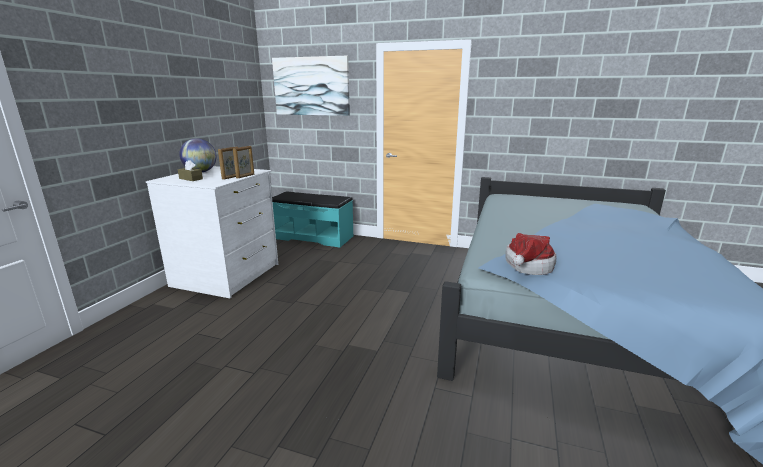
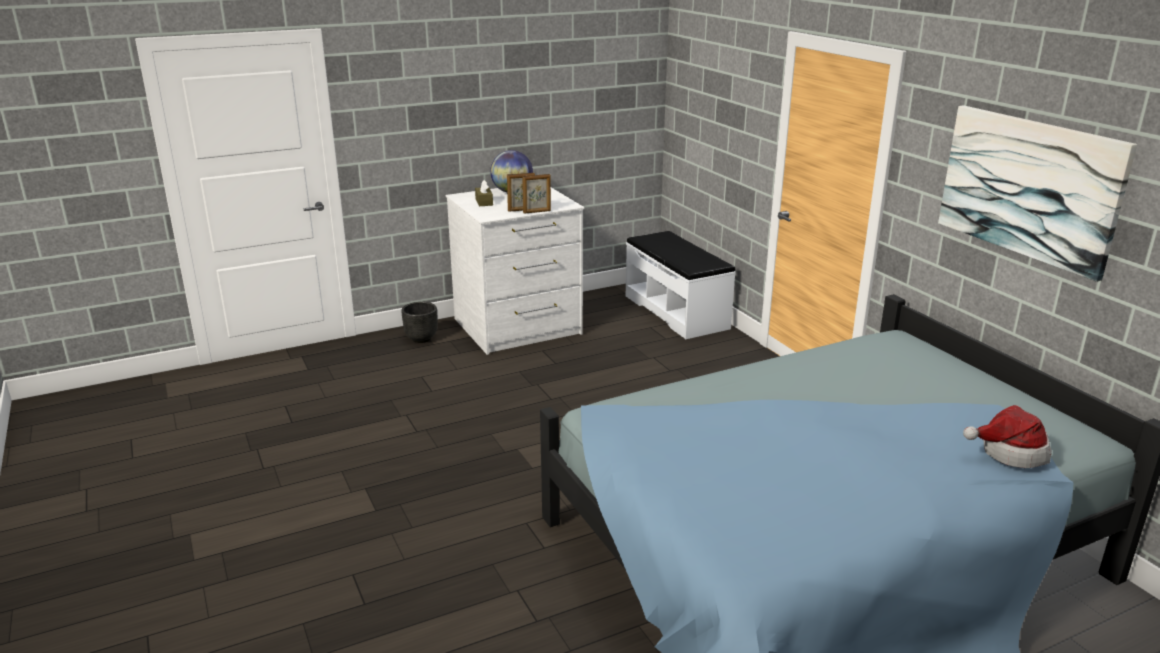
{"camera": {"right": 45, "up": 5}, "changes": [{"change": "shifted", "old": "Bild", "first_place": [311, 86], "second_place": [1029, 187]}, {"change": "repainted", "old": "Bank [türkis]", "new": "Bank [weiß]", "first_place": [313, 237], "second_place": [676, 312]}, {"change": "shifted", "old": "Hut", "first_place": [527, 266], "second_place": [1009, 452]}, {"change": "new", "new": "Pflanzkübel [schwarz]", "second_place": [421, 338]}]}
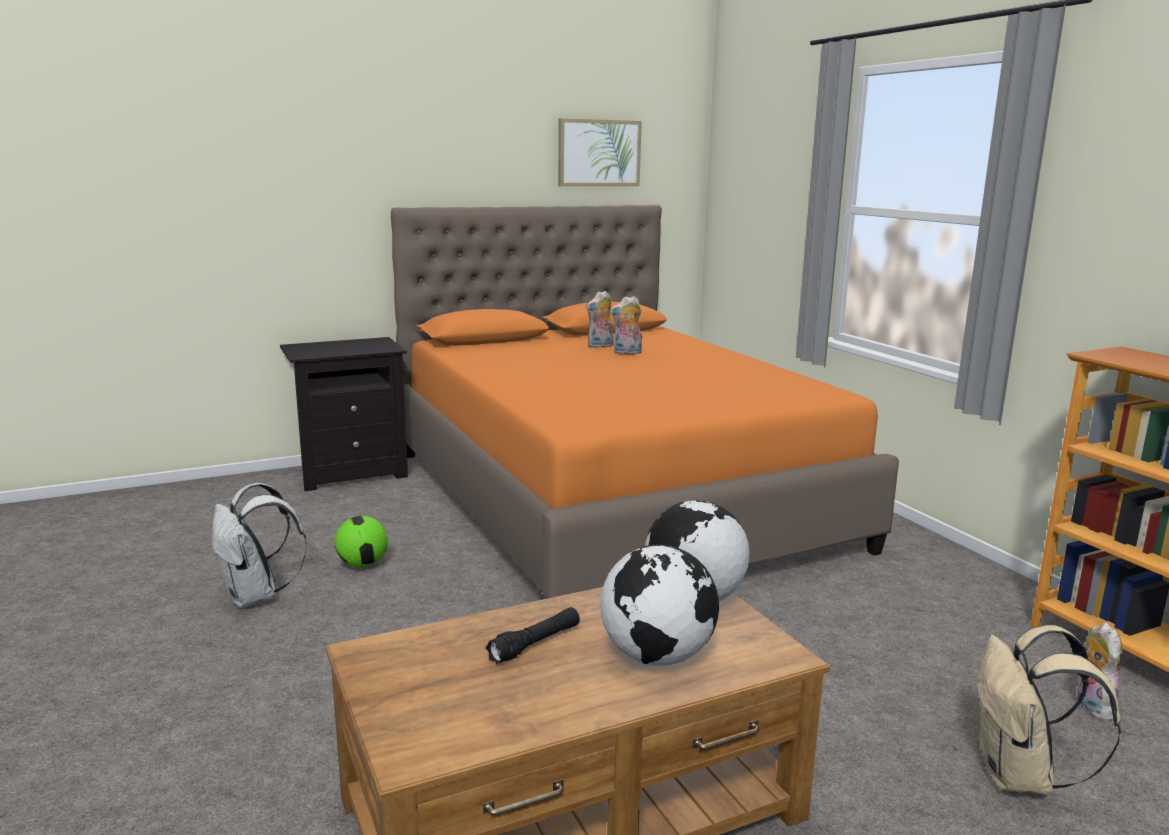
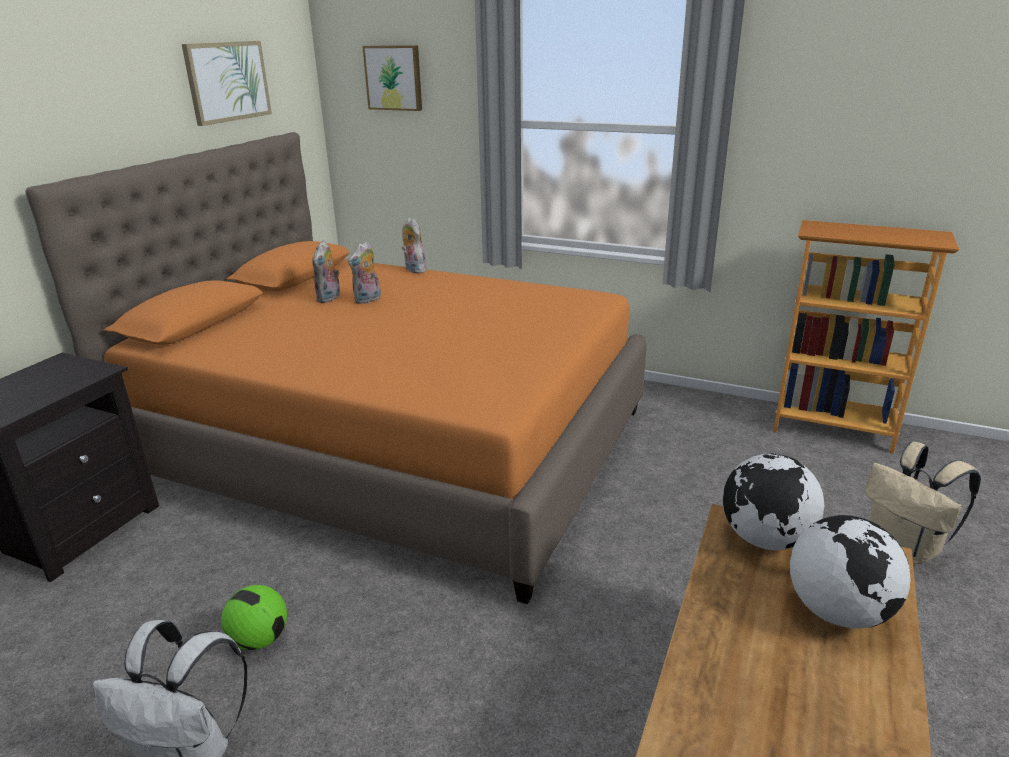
{"camera": {"right": -40, "up": 10}, "changes": [{"change": "gone", "old": "Taschenlampe [schwarz]", "first_place": [535, 644]}, {"change": "shifted", "old": "Plüschtier", "first_place": [1090, 705], "second_place": [413, 270]}, {"change": "new", "new": "Bild", "second_place": [394, 78]}]}
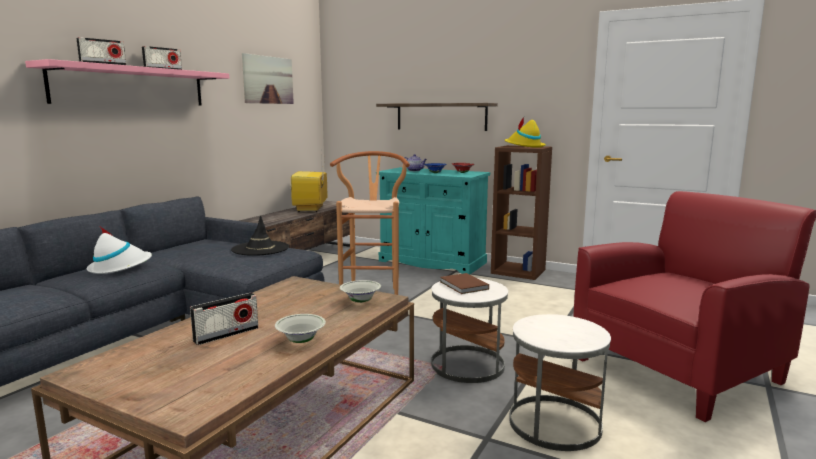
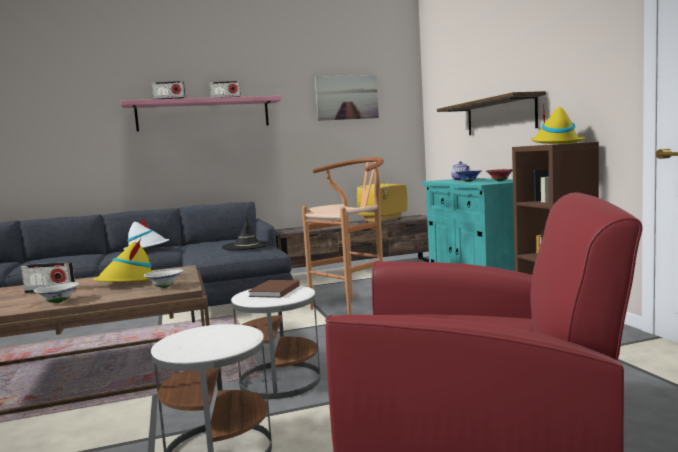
{"camera": {"right": 45, "up": -5}, "changes": [{"change": "new", "new": "Hut [gelb]", "second_place": [128, 283]}]}
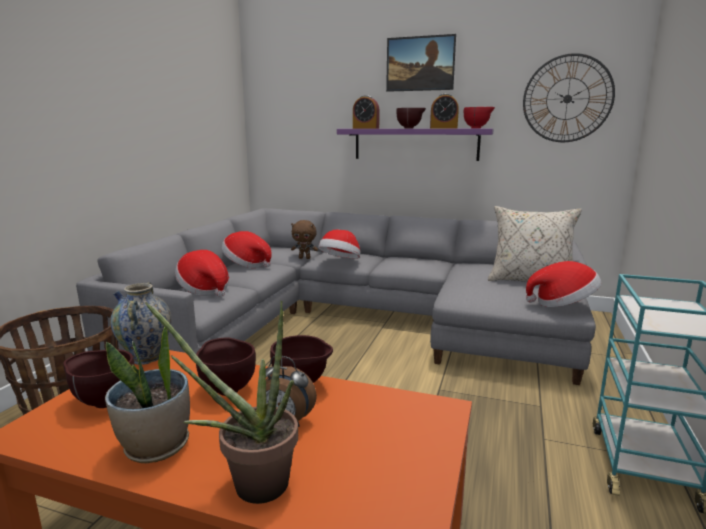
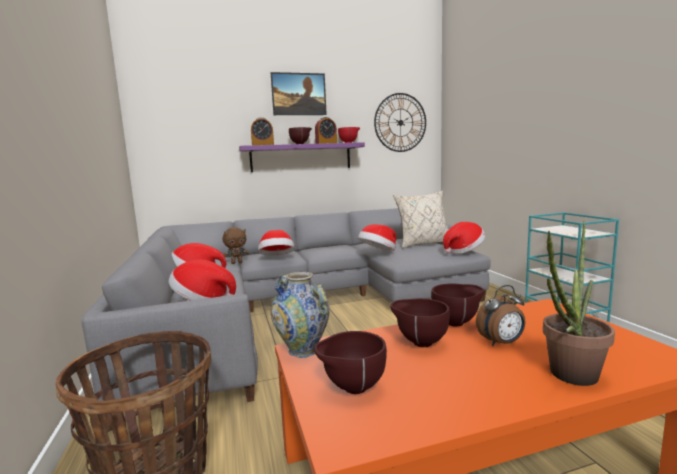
{"camera": {"right": -35, "up": -5}, "changes": [{"change": "gone", "old": "Topfpflanze", "first_place": [156, 447]}, {"change": "new", "new": "Hut", "second_place": [378, 252]}]}
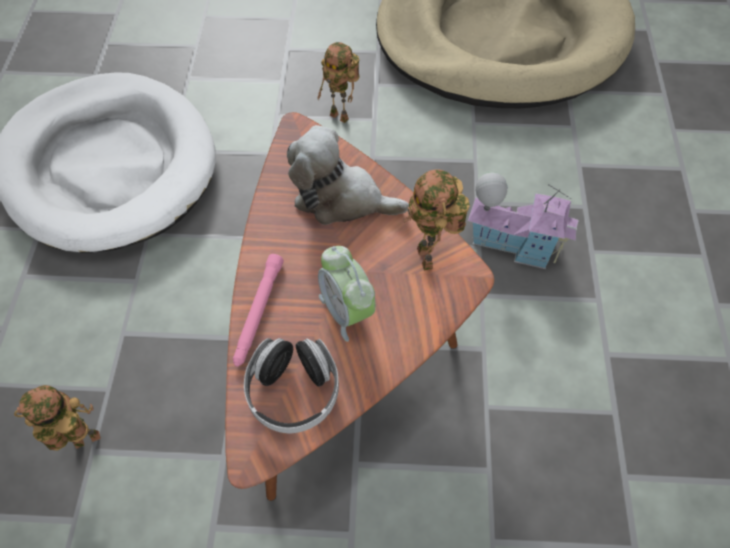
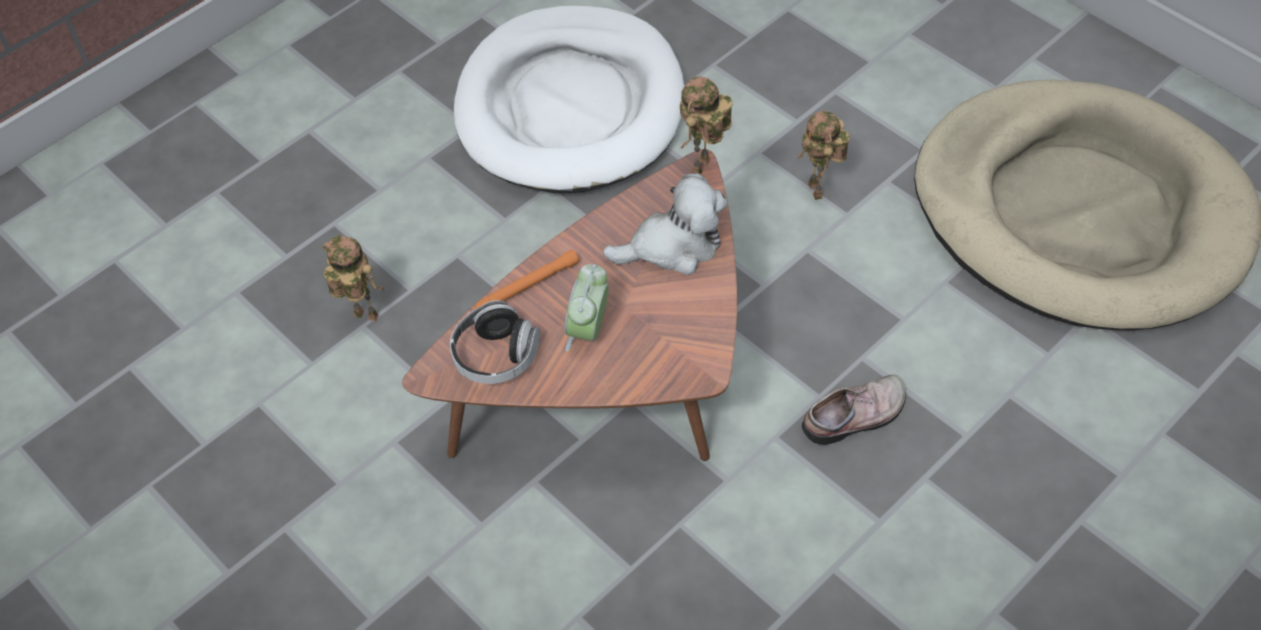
{"camera": {"right": 45, "up": -5}, "changes": [{"change": "repainted", "old": "Taschenlampe [rosa]", "new": "Taschenlampe [orange]", "first_place": [258, 313], "second_place": [526, 287]}, {"change": "rotated", "old": "Plüschtier", "first_place": [341, 198], "second_place": [673, 246], "degrees": 105}, {"change": "shifted", "old": "Spielzeugroboter", "first_place": [429, 259], "second_place": [702, 170]}, {"change": "swapped", "old": "Spielzeughaus", "new": "Schuh", "first_place": [514, 243], "second_place": [856, 418]}]}
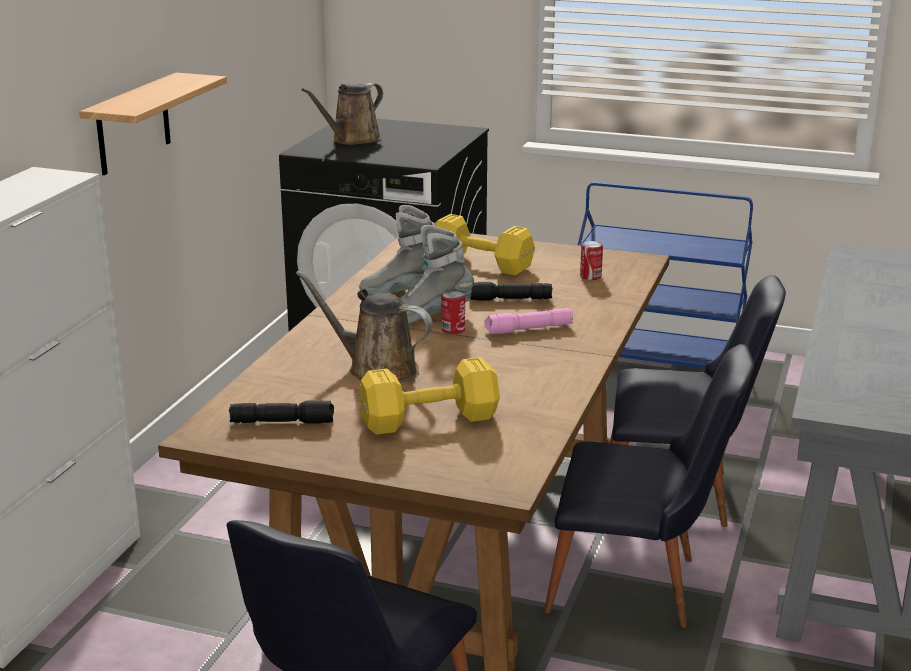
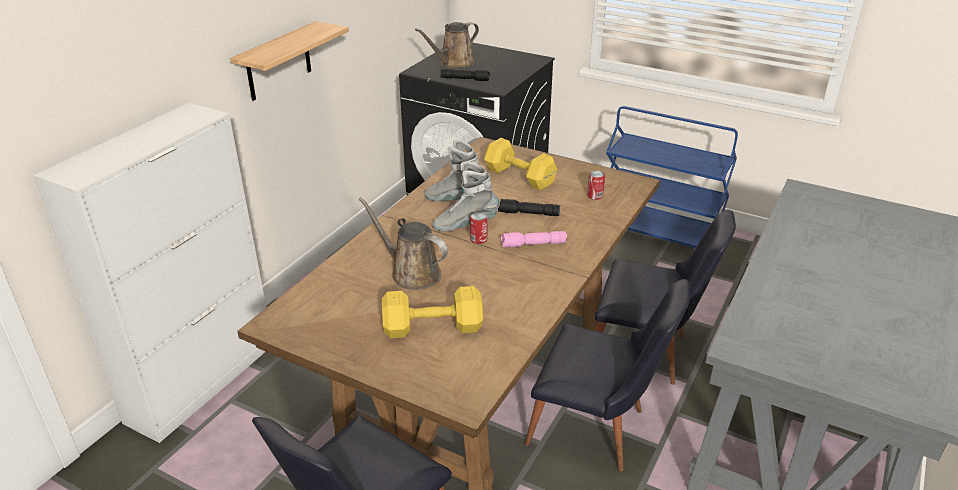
{"camera": {"right": 10, "up": 10}, "changes": [{"change": "shifted", "old": "Taschenlampe [schwarz]", "first_place": [283, 422], "second_place": [465, 79]}]}
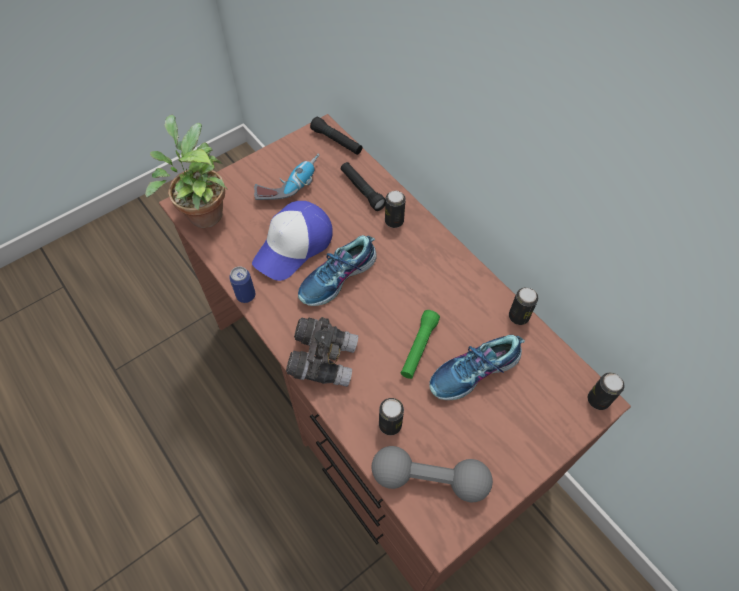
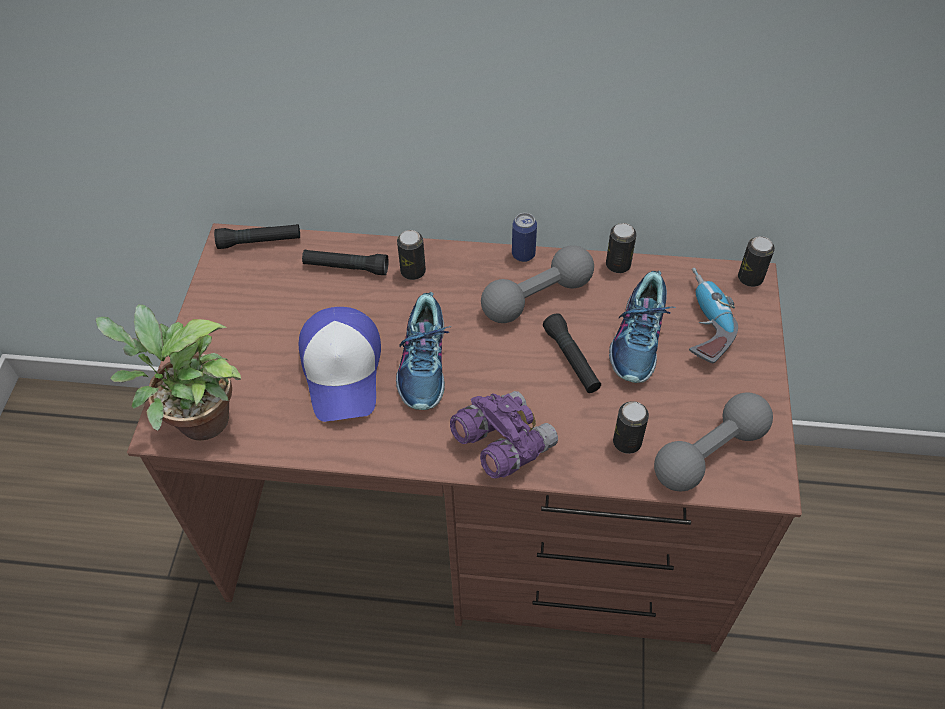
{"camera": {"right": -45, "up": -5}, "changes": [{"change": "shifted", "old": "Dose", "first_place": [246, 295], "second_place": [523, 254]}, {"change": "shifted", "old": "Bohrmaschine", "first_place": [290, 184], "second_place": [702, 323]}, {"change": "repainted", "old": "Fernglas [grau]", "new": "Fernglas [lila]", "first_place": [323, 359], "second_place": [502, 444]}, {"change": "repainted", "old": "Taschenlampe [grün]", "new": "Taschenlampe [schwarz]", "first_place": [419, 348], "second_place": [571, 360]}, {"change": "new", "new": "Hantel [grau]", "second_place": [537, 297]}]}
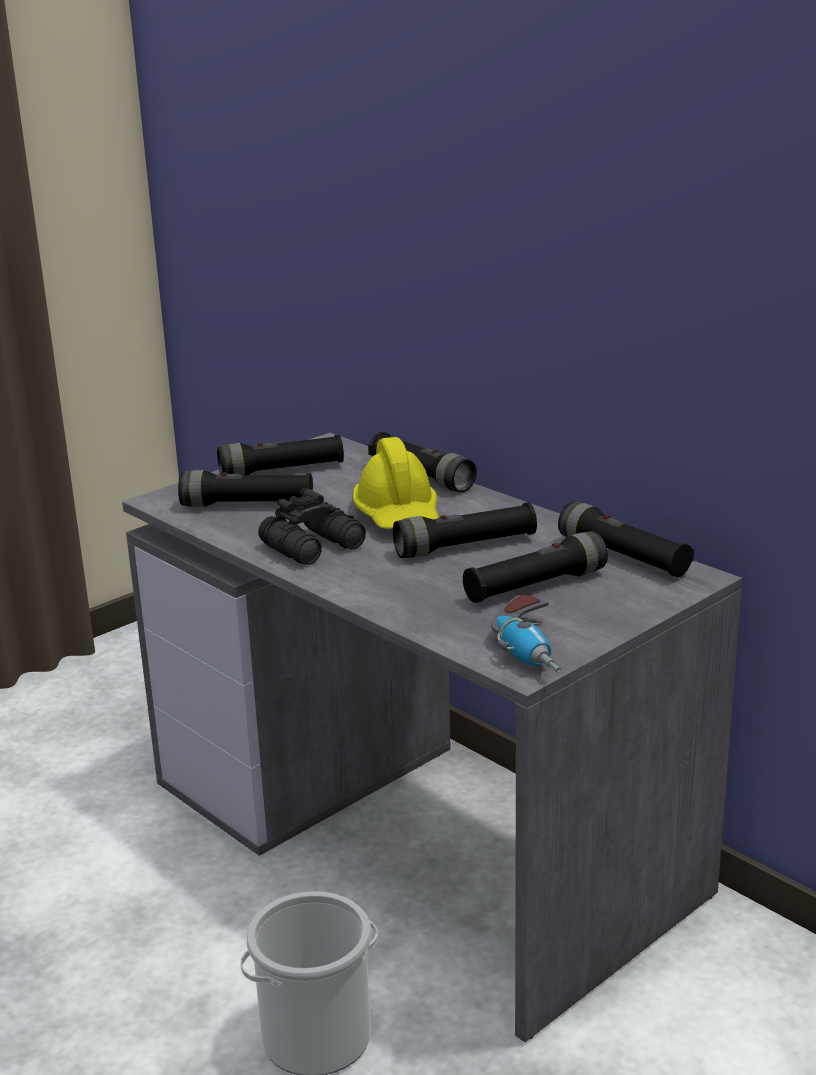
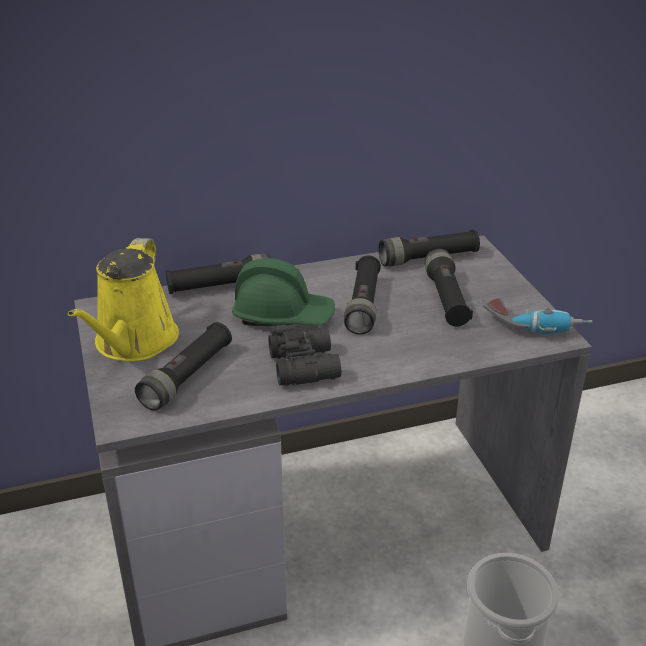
{"camera": {"right": -65, "up": 10}, "changes": [{"change": "swapped", "old": "Taschenlampe [schwarz]", "new": "Gießkanne [gelb]", "first_place": [281, 471], "second_place": [133, 343]}, {"change": "repainted", "old": "Schutzhelm [gelb]", "new": "Schutzhelm [grün]", "first_place": [398, 515], "second_place": [283, 315]}]}
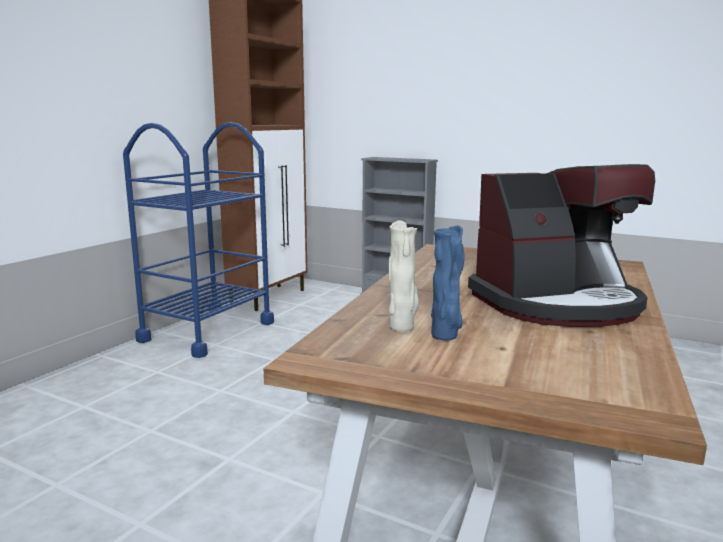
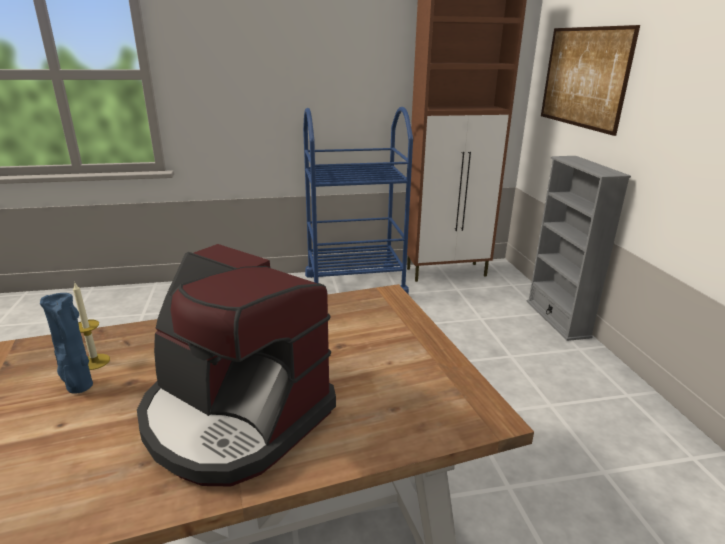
{"camera": {"right": 50, "up": 10}, "changes": [{"change": "swapped", "old": "Vase [beige]", "new": "Kerze", "first_place": [402, 328], "second_place": [95, 362]}, {"change": "new", "new": "Bild", "second_place": [583, 77]}]}
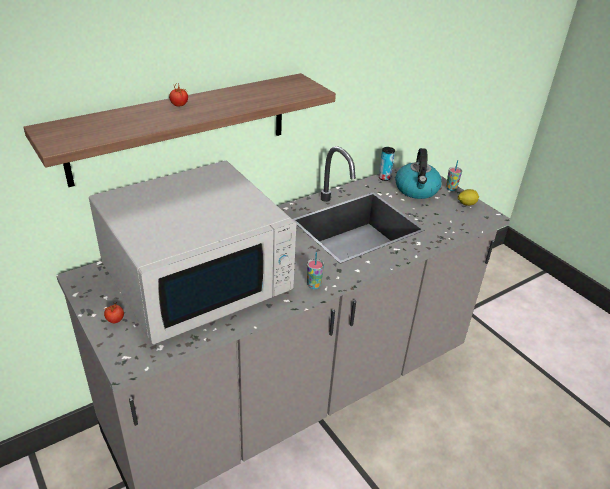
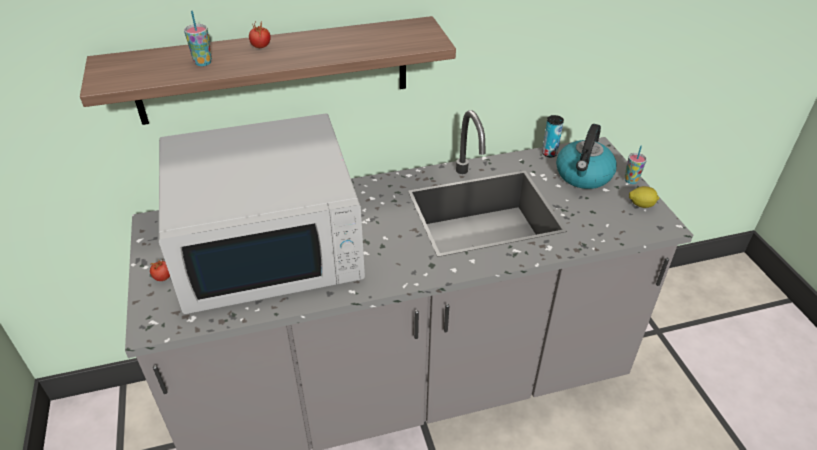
{"camera": {"right": 20, "up": 5}, "changes": [{"change": "shifted", "old": "Tasse", "first_place": [314, 285], "second_place": [203, 62]}]}
